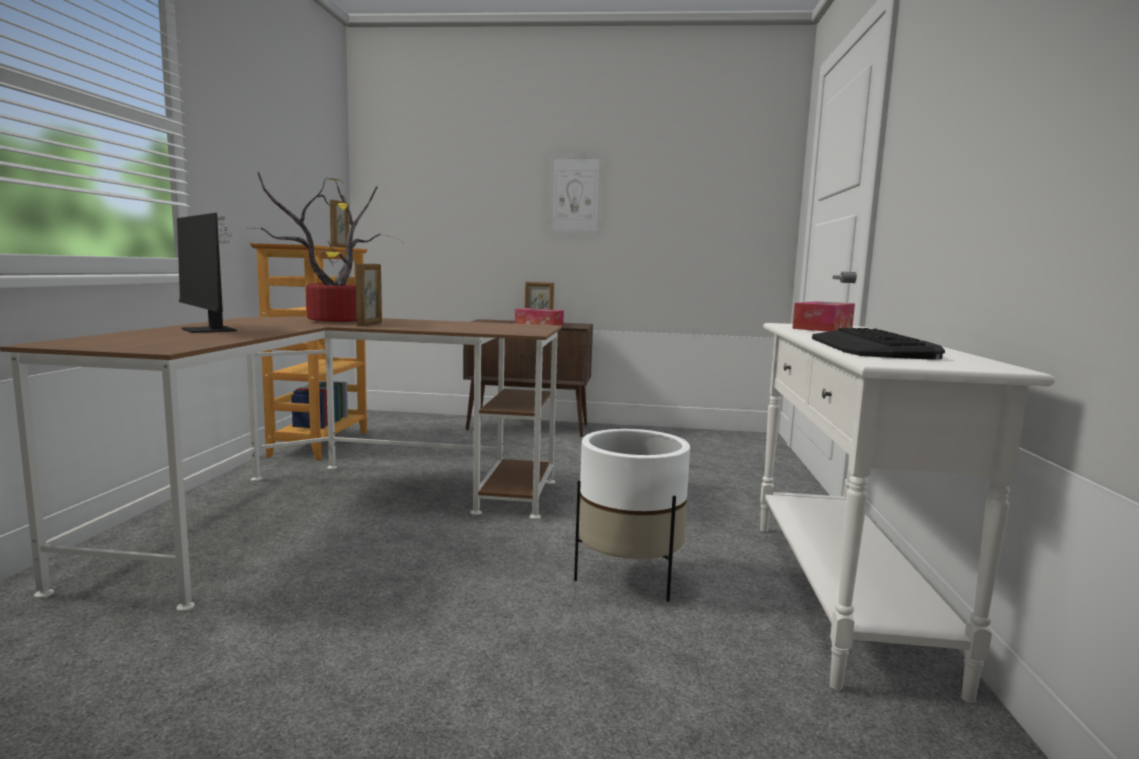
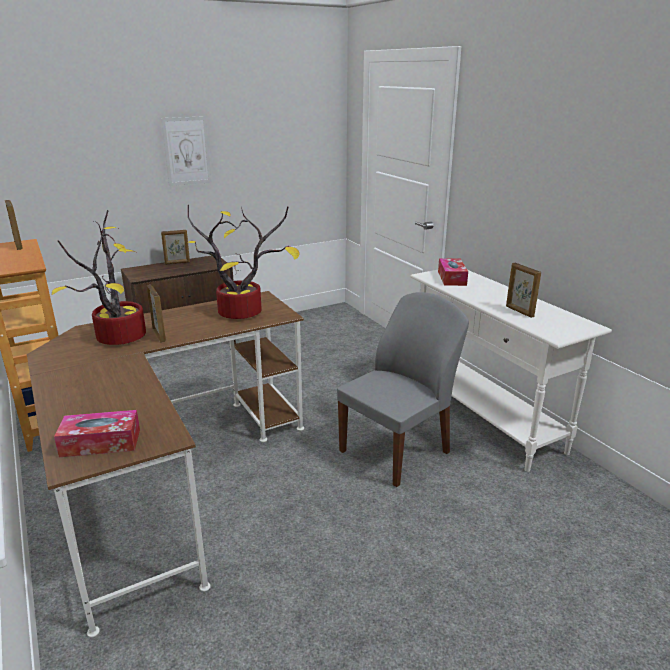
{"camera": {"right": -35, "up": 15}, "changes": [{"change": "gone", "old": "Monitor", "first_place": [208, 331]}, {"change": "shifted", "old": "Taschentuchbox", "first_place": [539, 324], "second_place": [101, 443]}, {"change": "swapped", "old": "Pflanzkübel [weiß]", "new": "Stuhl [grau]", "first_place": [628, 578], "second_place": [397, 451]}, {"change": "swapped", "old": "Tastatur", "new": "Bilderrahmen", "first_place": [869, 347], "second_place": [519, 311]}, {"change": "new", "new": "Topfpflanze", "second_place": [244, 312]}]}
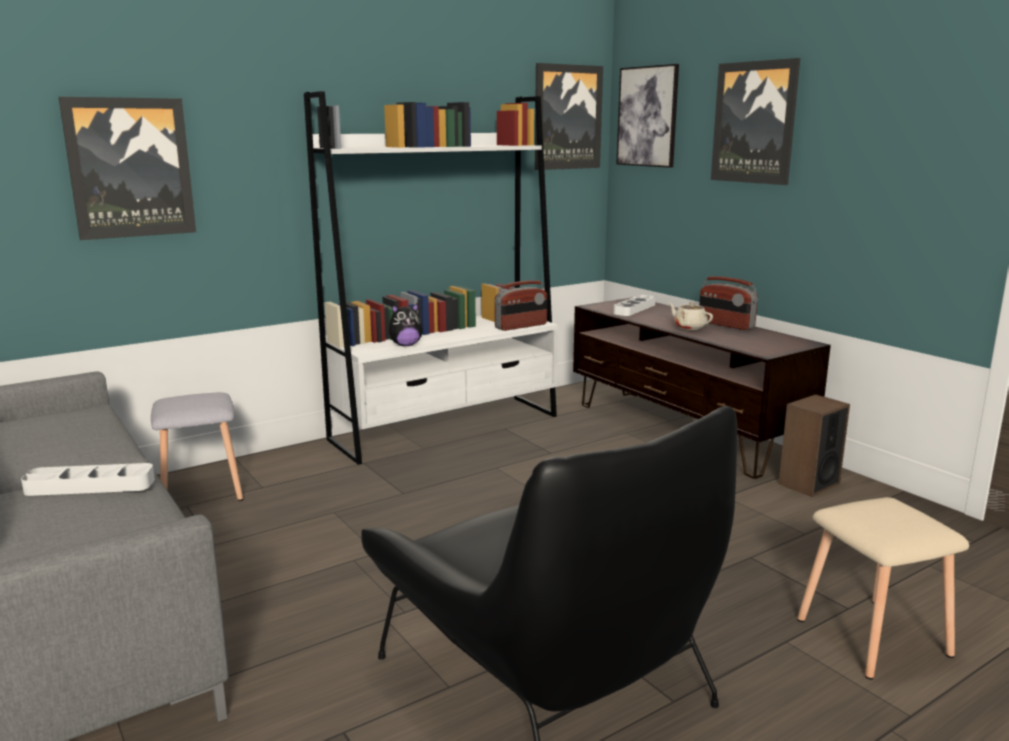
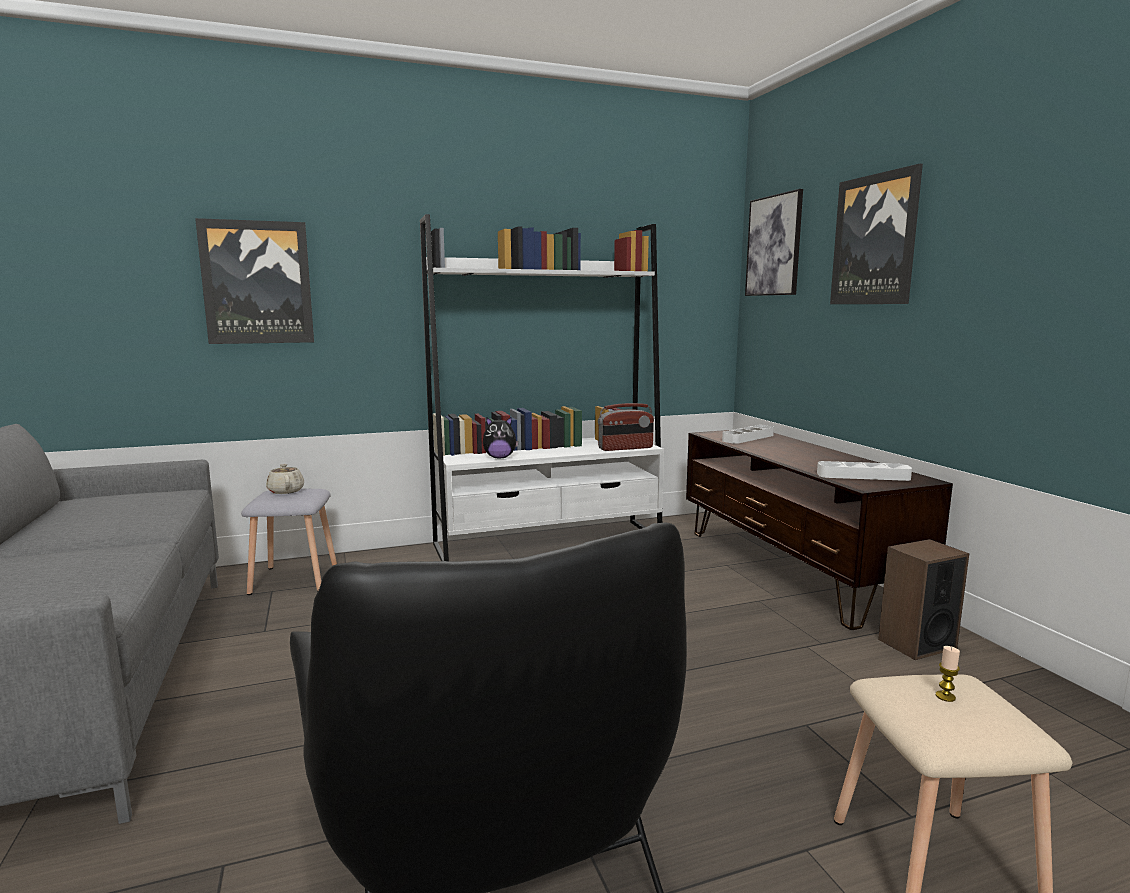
{"camera": {"right": 15, "up": -5}, "changes": [{"change": "shifted", "old": "Tablett [weiß]", "first_place": [90, 486], "second_place": [863, 476]}, {"change": "gone", "old": "Bild", "first_place": [567, 117]}, {"change": "shifted", "old": "Teekanne [beige]", "first_place": [689, 327], "second_place": [286, 491]}, {"change": "gone", "old": "Radio", "first_place": [725, 325]}, {"change": "new", "new": "Kerze", "second_place": [945, 696]}]}
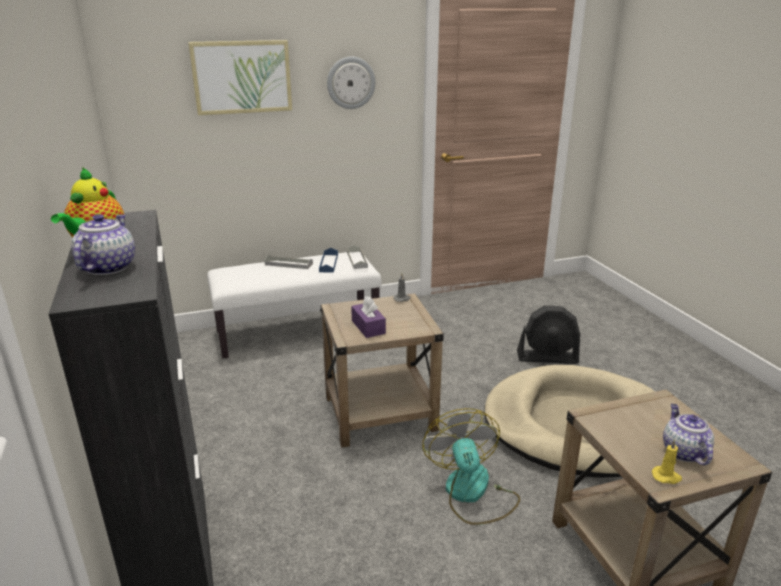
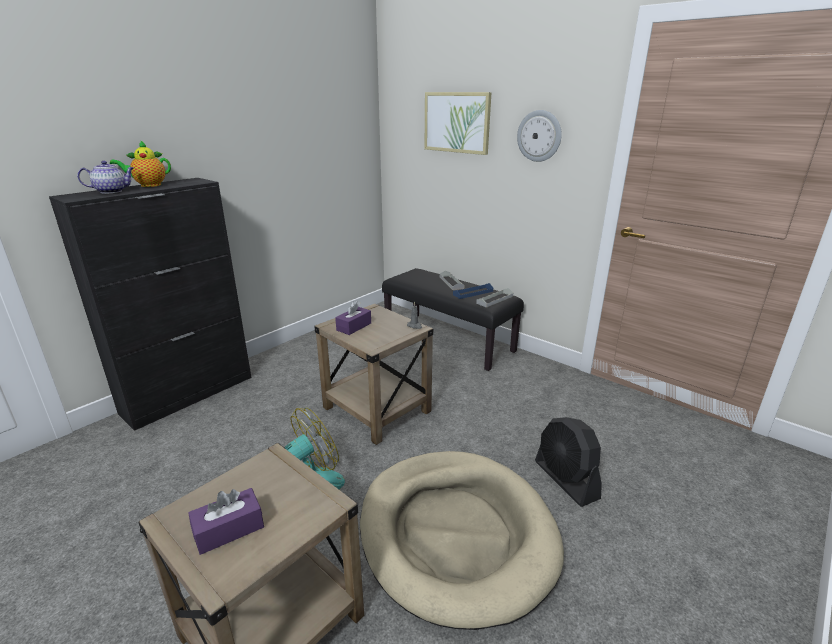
{"camera": {"right": 60, "up": 0}, "changes": [{"change": "repainted", "old": "Bank [weiß]", "new": "Bank [schwarz]", "first_place": [298, 331], "second_place": [449, 340]}, {"change": "gone", "old": "Kerze [gelb]", "first_place": [666, 477]}, {"change": "swapped", "old": "Teekanne", "new": "Taschentuchbox [lila]", "first_place": [683, 451], "second_place": [229, 529]}]}
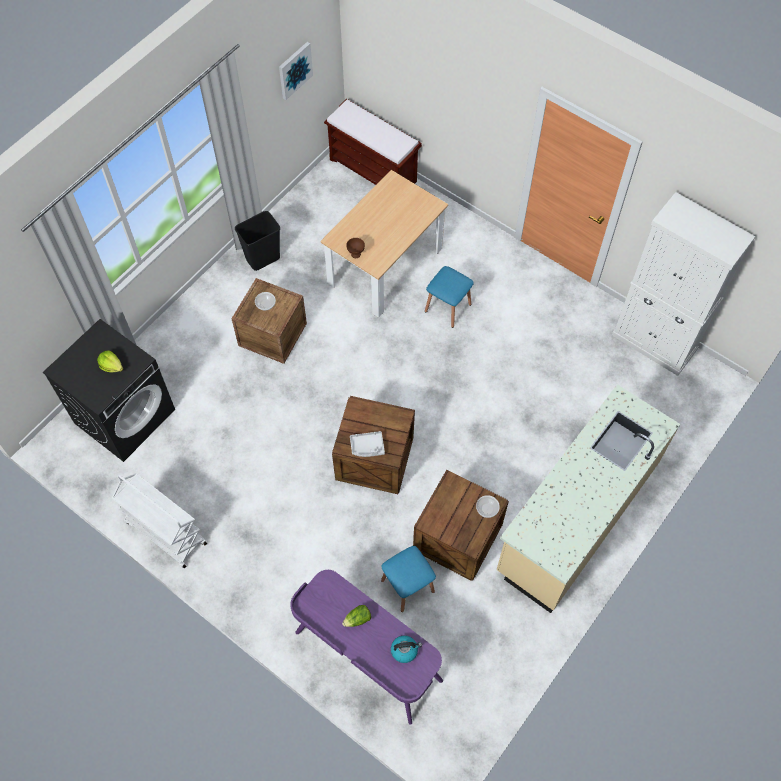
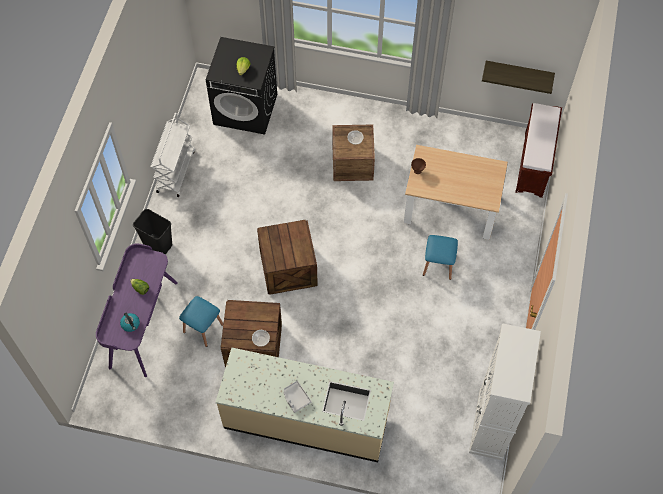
{"camera": {"right": 65, "up": 0}, "changes": [{"change": "shifted", "old": "Mülleimer [schwarz]", "first_place": [263, 259], "second_place": [157, 245]}, {"change": "gone", "old": "Bild", "first_place": [294, 70]}, {"change": "shifted", "old": "Tablett [grau]", "first_place": [367, 447], "second_place": [296, 398]}, {"change": "new", "new": "Wandregal", "second_place": [518, 72]}]}
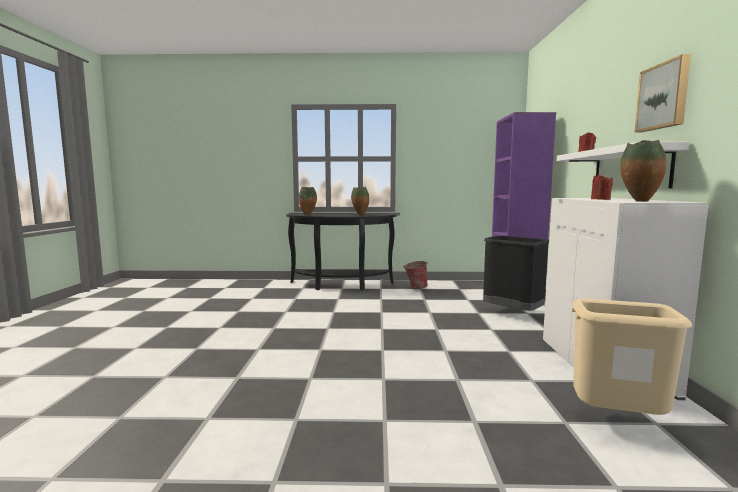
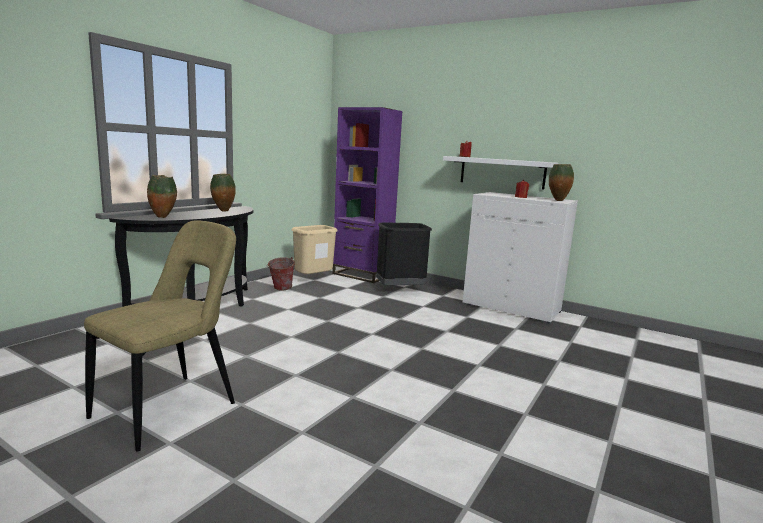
{"camera": {"right": -60, "up": 5}, "changes": [{"change": "shifted", "old": "Mülleimer [beige]", "first_place": [617, 421], "second_place": [313, 280]}, {"change": "gone", "old": "Bild", "first_place": [664, 96]}, {"change": "new", "new": "Stuhl [beige]", "second_place": [171, 408]}]}
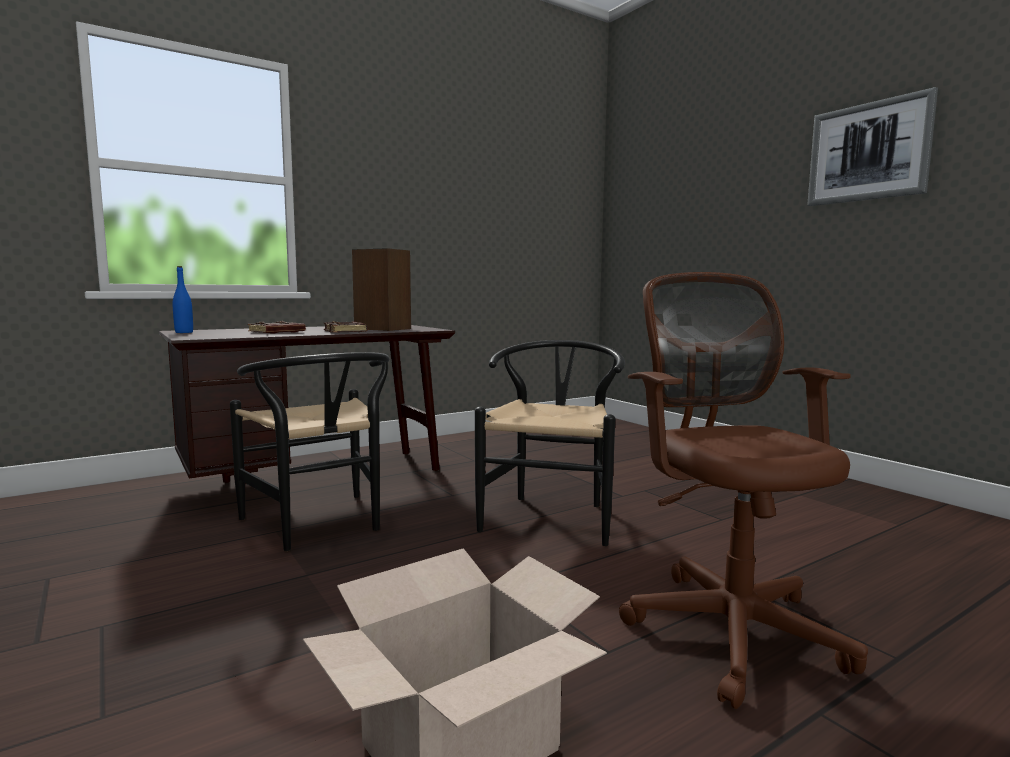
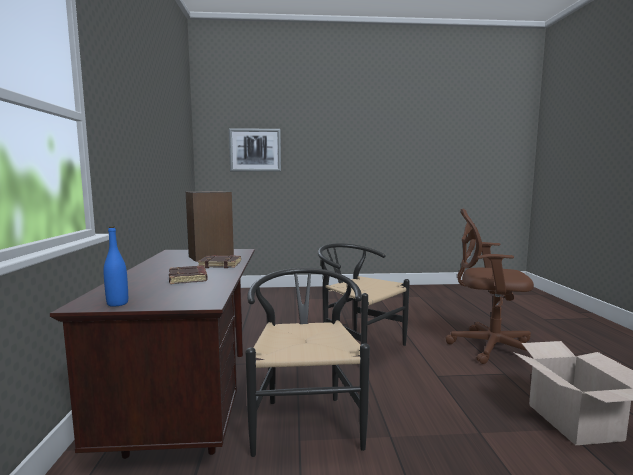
{"camera": {"right": -60, "up": 0}, "changes": [{"change": "rotated", "old": "Stuhl [schwarz]", "first_place": [320, 525], "second_place": [305, 418], "degrees": -90}, {"change": "shifted", "old": "Bild", "first_place": [868, 152], "second_place": [255, 150]}]}
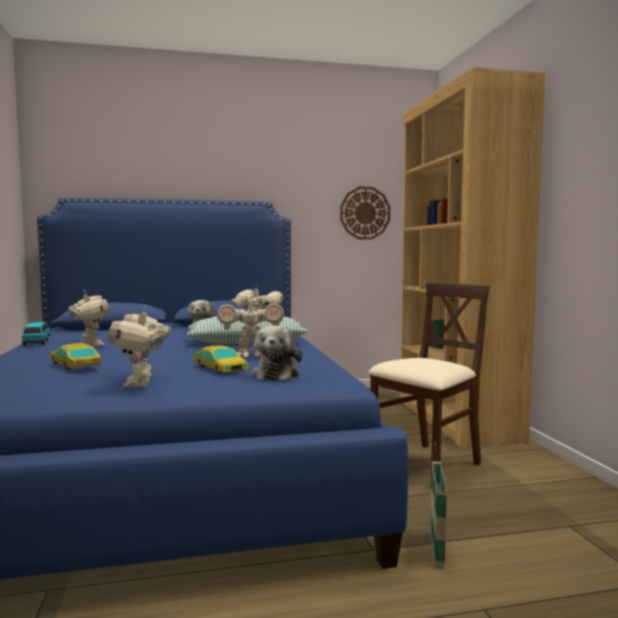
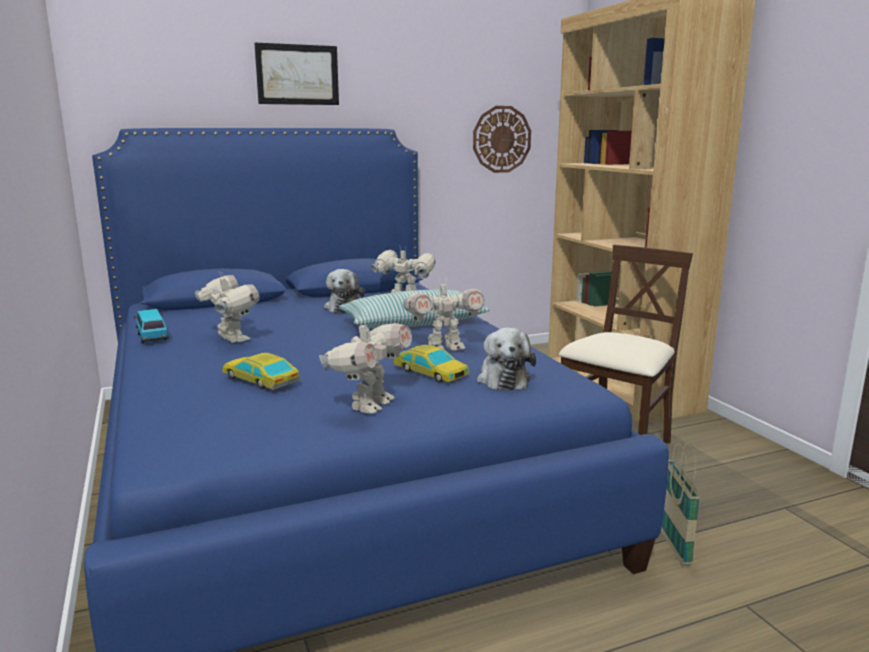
{"camera": {"right": -10, "up": 10}, "changes": [{"change": "rotated", "old": "Spielzeugroboter", "first_place": [141, 384], "second_place": [369, 405], "degrees": -135}, {"change": "new", "new": "Bild", "second_place": [297, 74]}]}
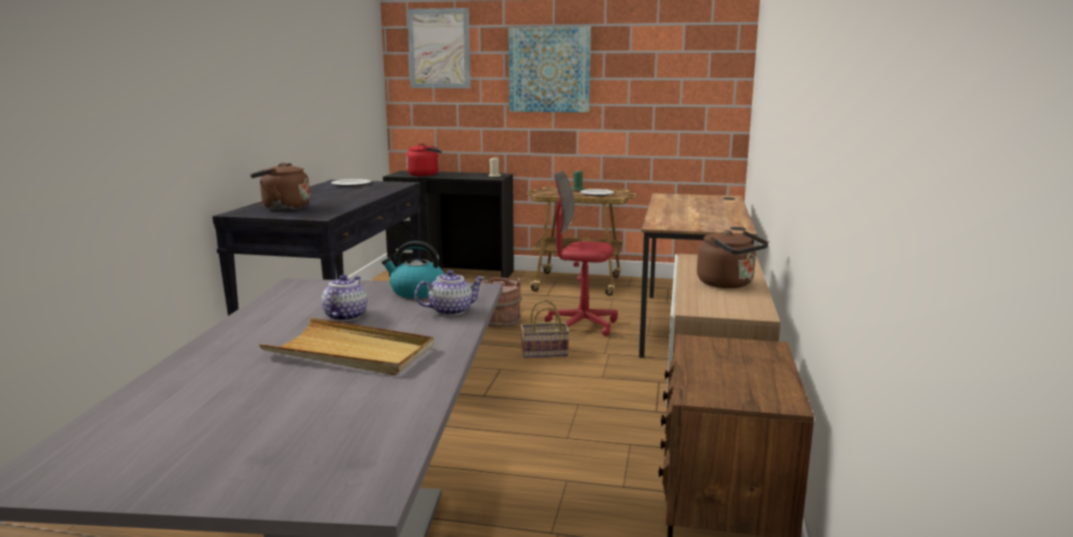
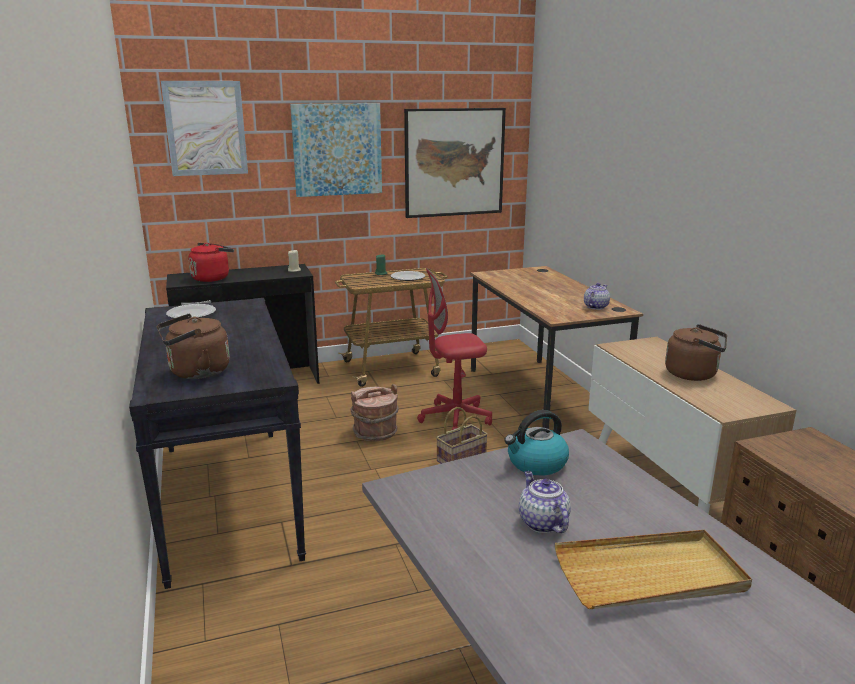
{"camera": {"right": -30, "up": 5}, "changes": [{"change": "shifted", "old": "Teekanne", "first_place": [451, 310], "second_place": [595, 307]}, {"change": "new", "new": "Bild", "second_place": [454, 162]}]}
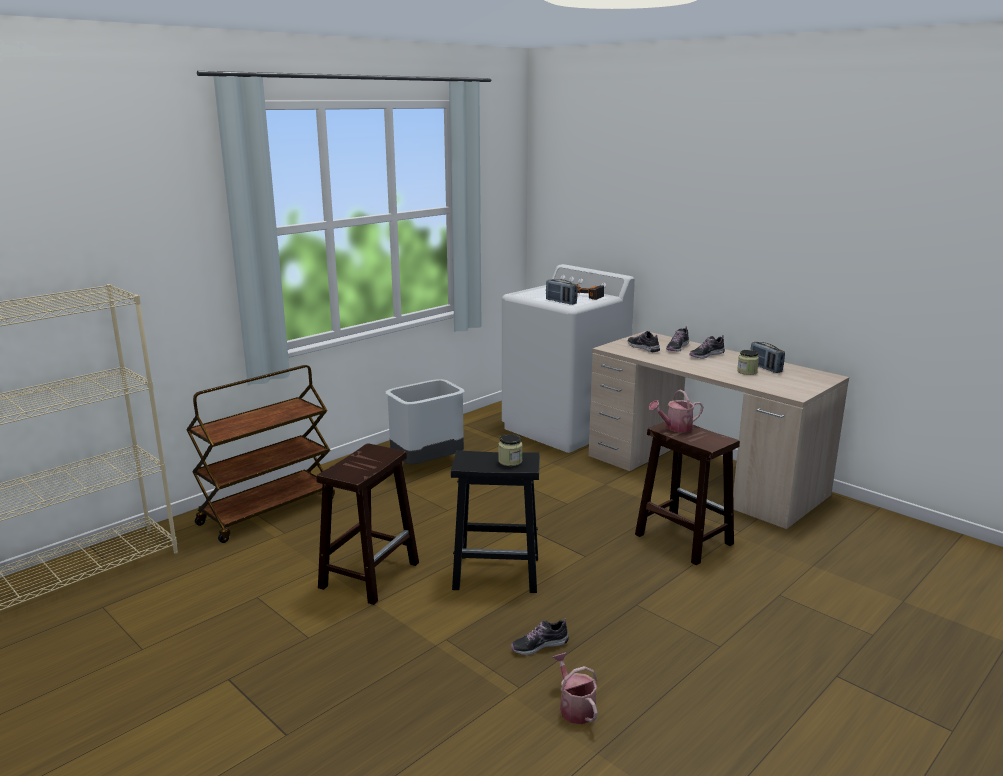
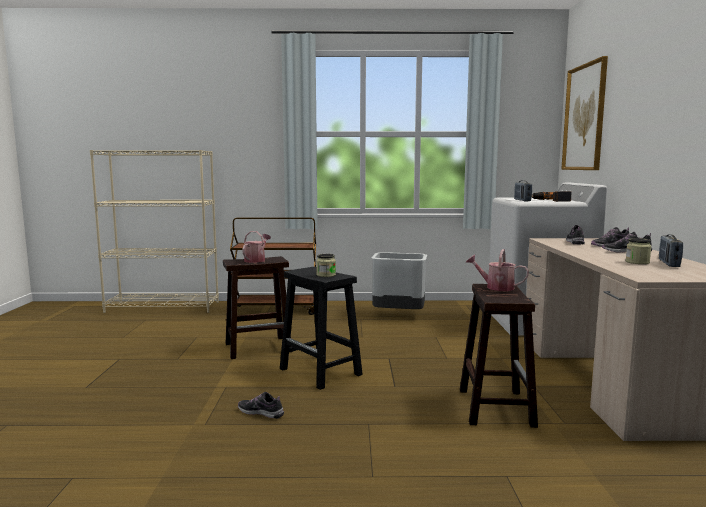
{"camera": {"right": 45, "up": -10}, "changes": [{"change": "shifted", "old": "Gießkanne", "first_place": [575, 707], "second_place": [256, 260]}, {"change": "new", "new": "Bild", "second_place": [584, 117]}]}
